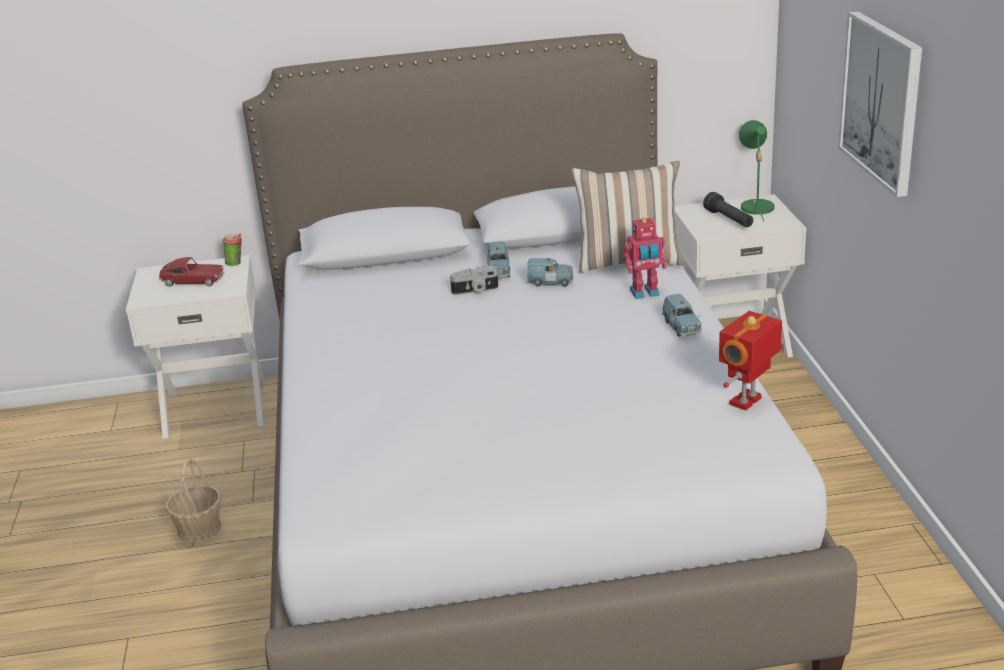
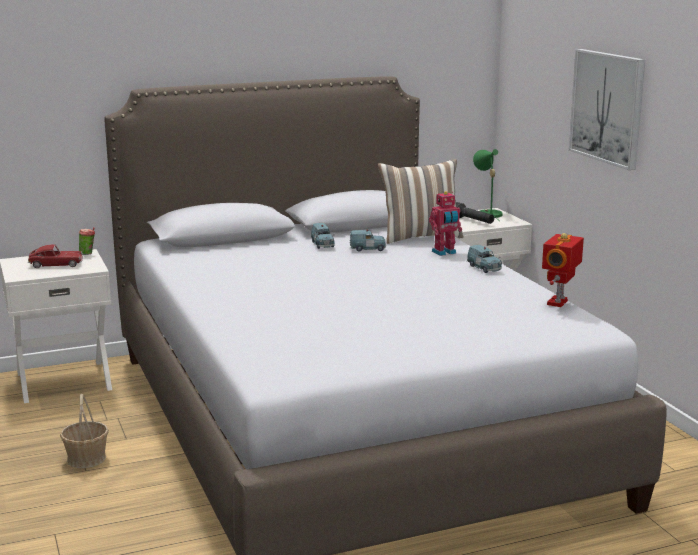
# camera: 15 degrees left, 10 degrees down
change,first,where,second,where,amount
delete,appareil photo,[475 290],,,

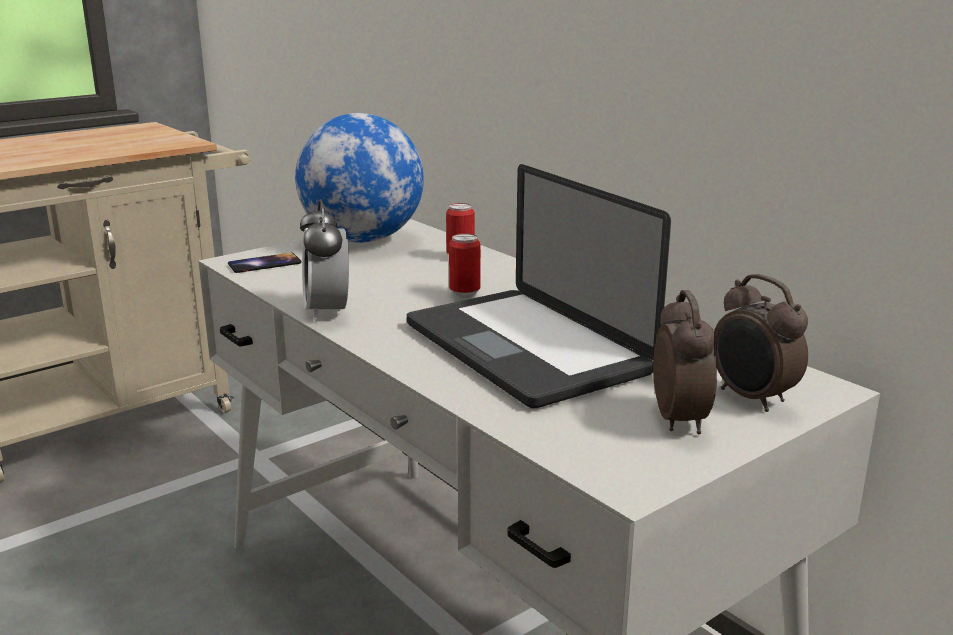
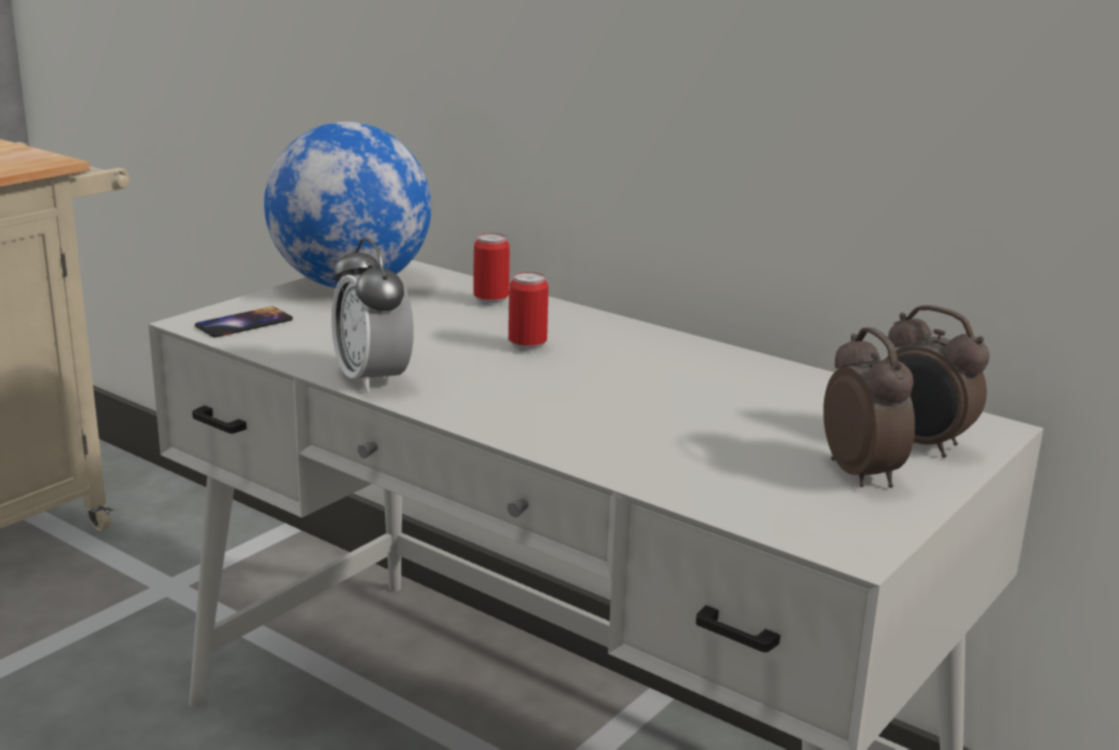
# camera: 15 degrees left, 0 degrees up
change,first,where,second,where,amount
delete,ordinateur portable,[524 348],,,

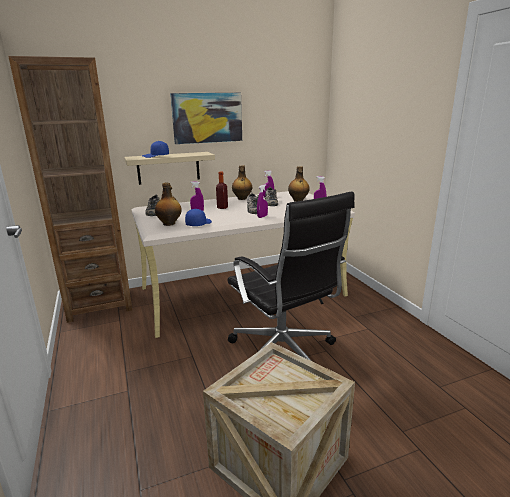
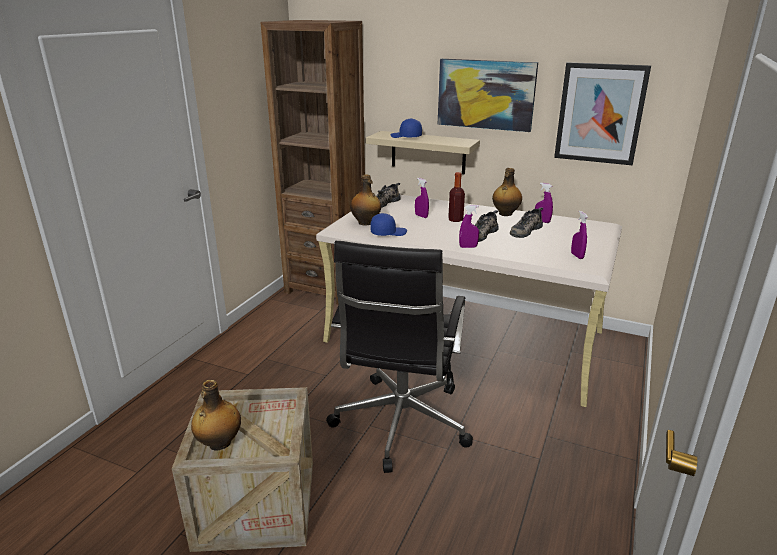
# camera: 45 degrees right, 5 degrees up
change,first,where,second,where,amount
move,bouteille,[298 200],,[219 443],
insert,,,tableau,[600 113],

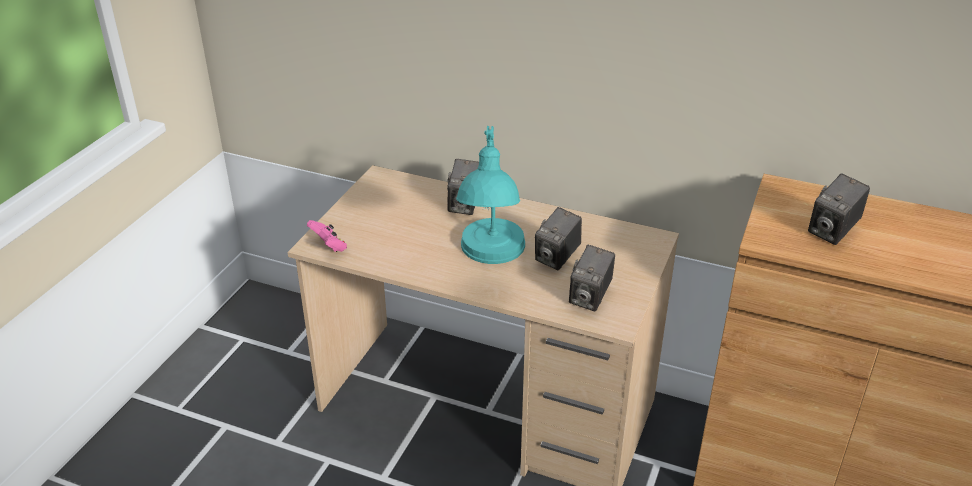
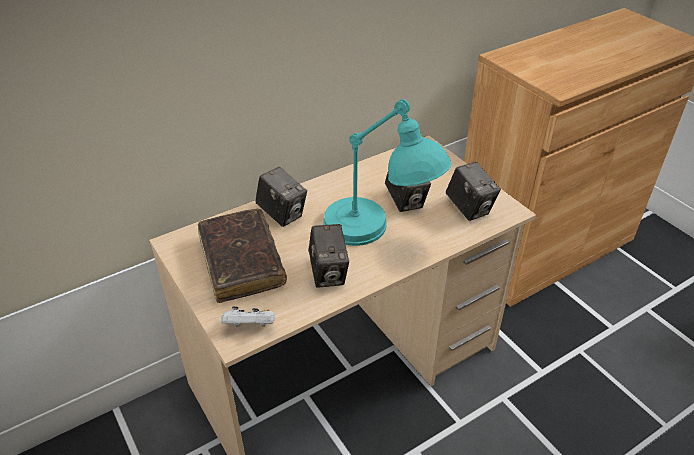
# camera: 55 degrees left, 5 degrees up
change,first,where,second,where,amount
insert,,,livre [marron],[241 262],
recolor,manette [rose],[329 246],manette [blanc],[251 327],
move,appareil photo,[832 232],,[328 273],

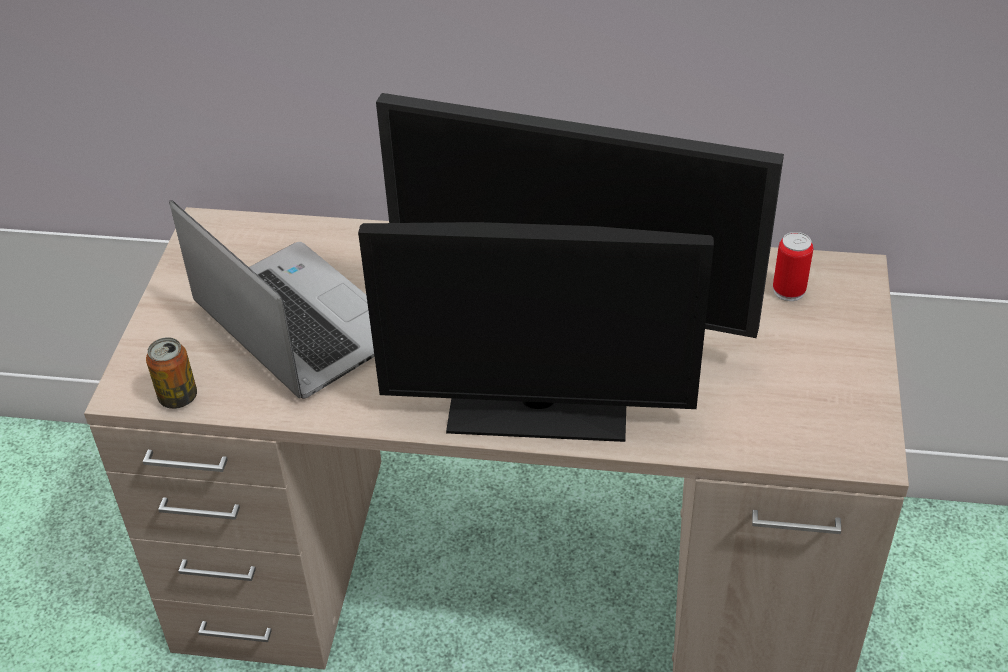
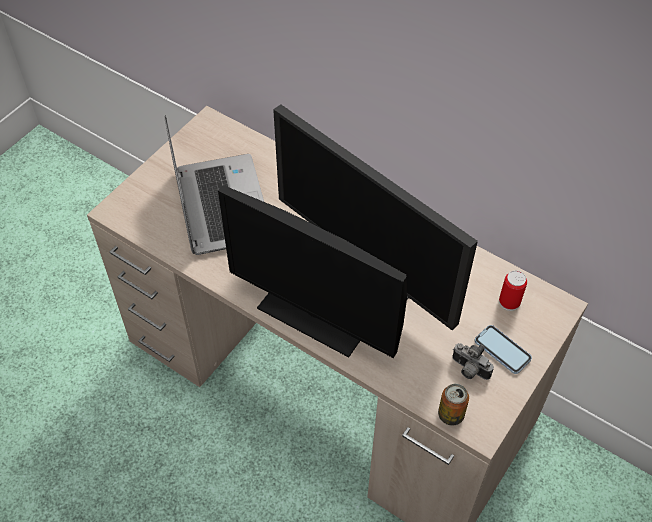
# camera: 25 degrees right, 10 degrees up
change,first,where,second,where,amount
move,boîte métallique,[178 397],,[450 415],
insert,,,appareil photo,[468 370],
insert,,,téléphone,[502 350],

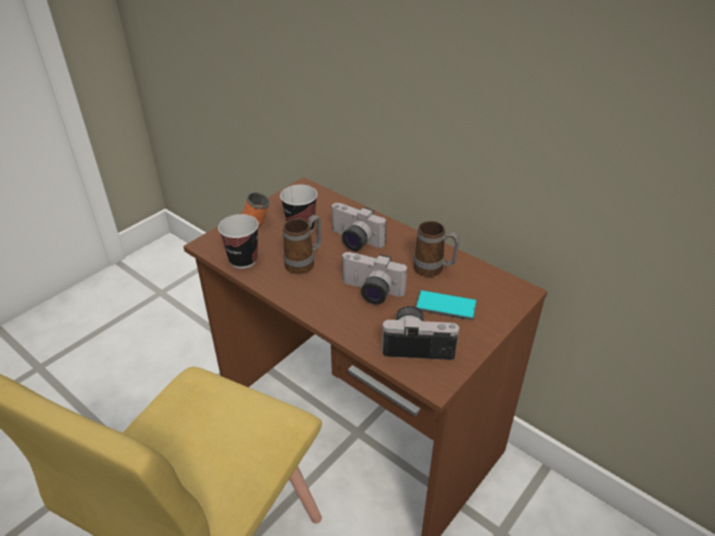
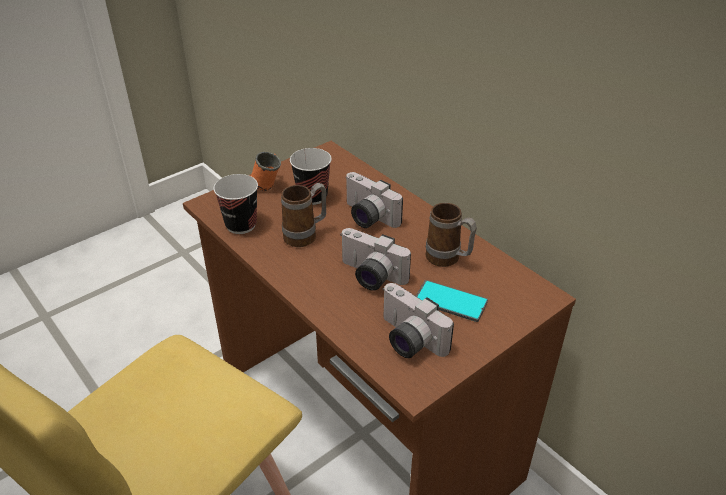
# camera: 10 degrees right, 0 degrees up
change,first,where,second,where,amount
rotate,appareil photo,[418 343],,[407 340],150 degrees counterclockwise

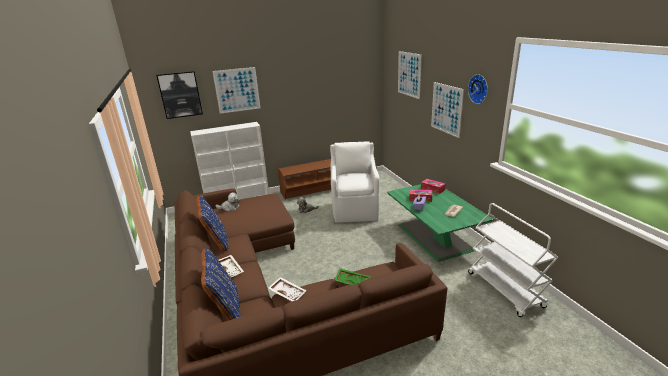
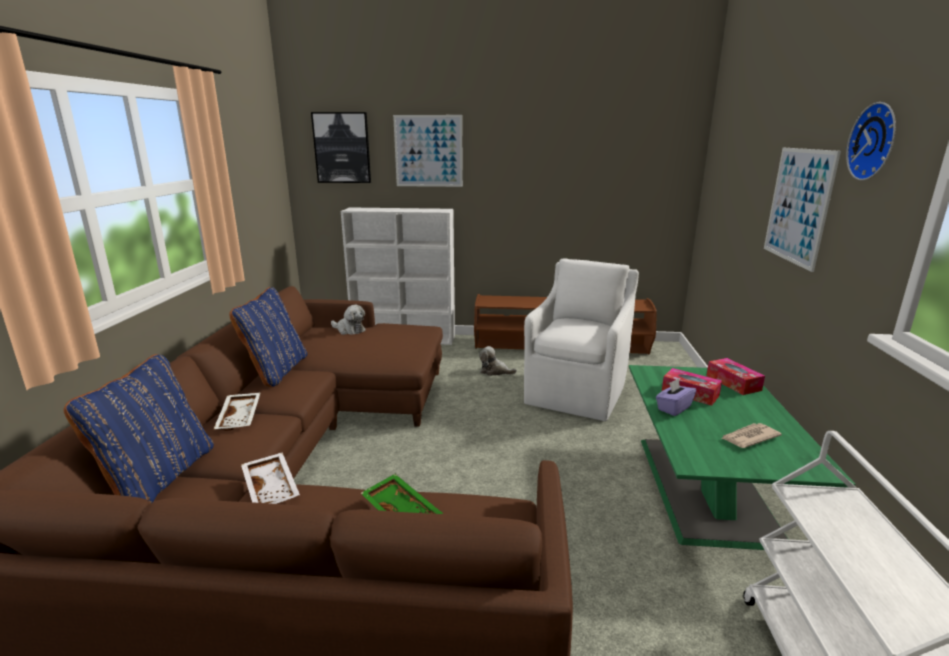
# camera: 25 degrees right, 5 degrees down
change,first,where,second,where,amount
delete,tableau,[409 74],,,

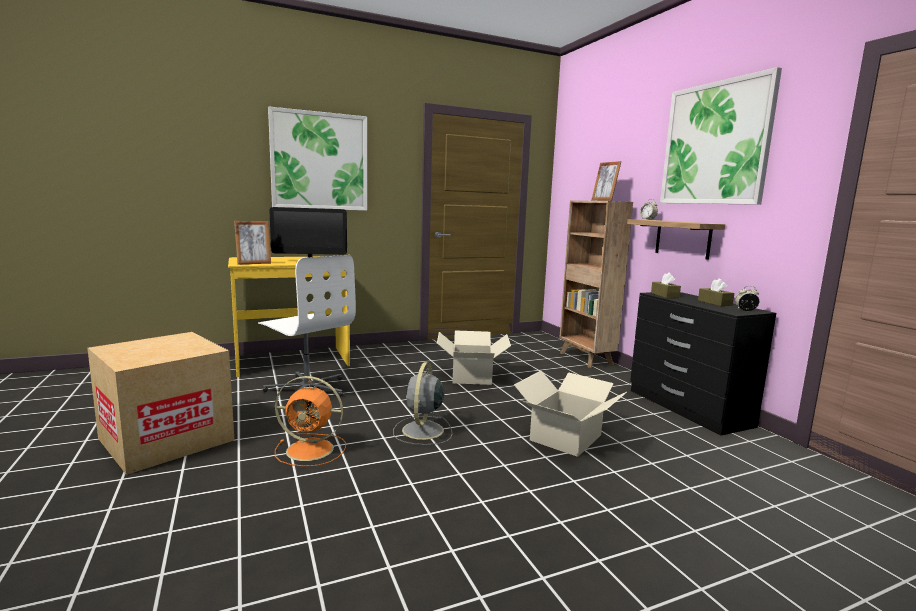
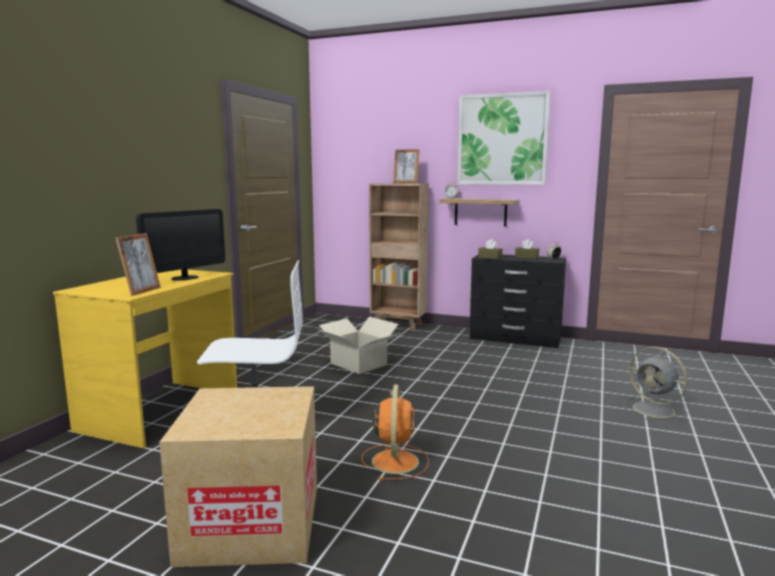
# camera: 45 degrees left, 0 degrees up
change,first,where,second,where,amount
rotate,ventilateur [orange],[312 450],,[395 460],45 degrees counterclockwise
move,ventilateur [gris],[422 431],,[655 410],
delete,tableau,[319 161],,,
delete,carton,[566 437],,,

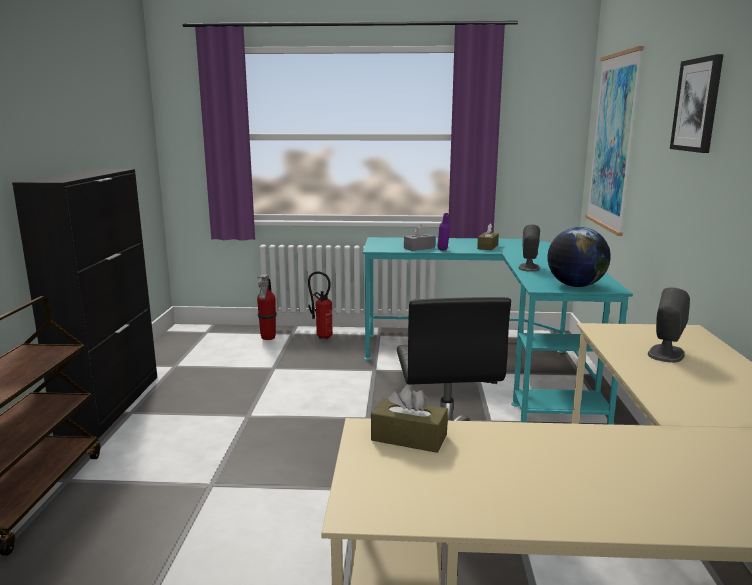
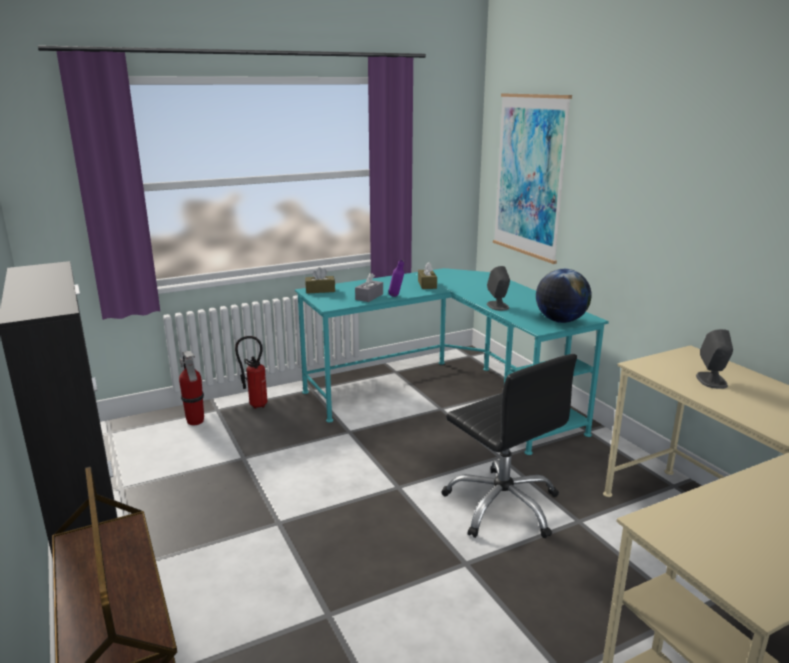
# camera: 30 degrees left, 5 degrees up
change,first,where,second,where,amount
move,boîte à mouchoirs [marron],[409 438],,[320 290],
delete,tableau,[697 105],,,

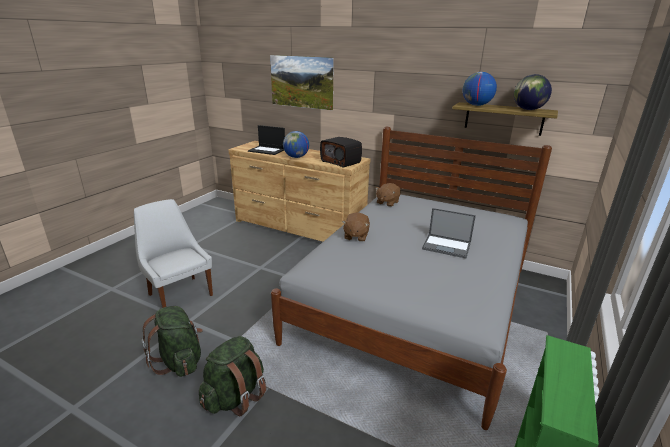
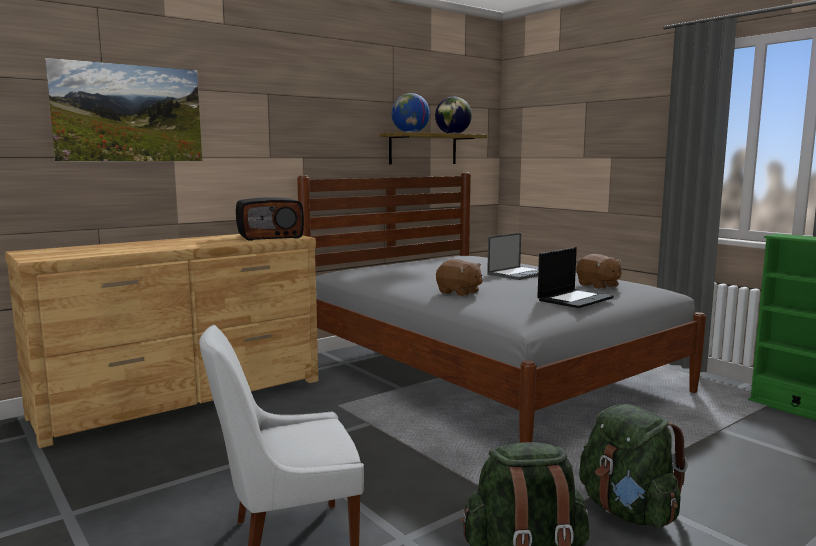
# camera: 65 degrees left, 15 degrees down
change,first,where,second,where,amount
move,ordinateur portable,[267 150],,[575 299],
move,peluche [marron],[387 202],,[598 286],
delete,globe,[296 157],,,

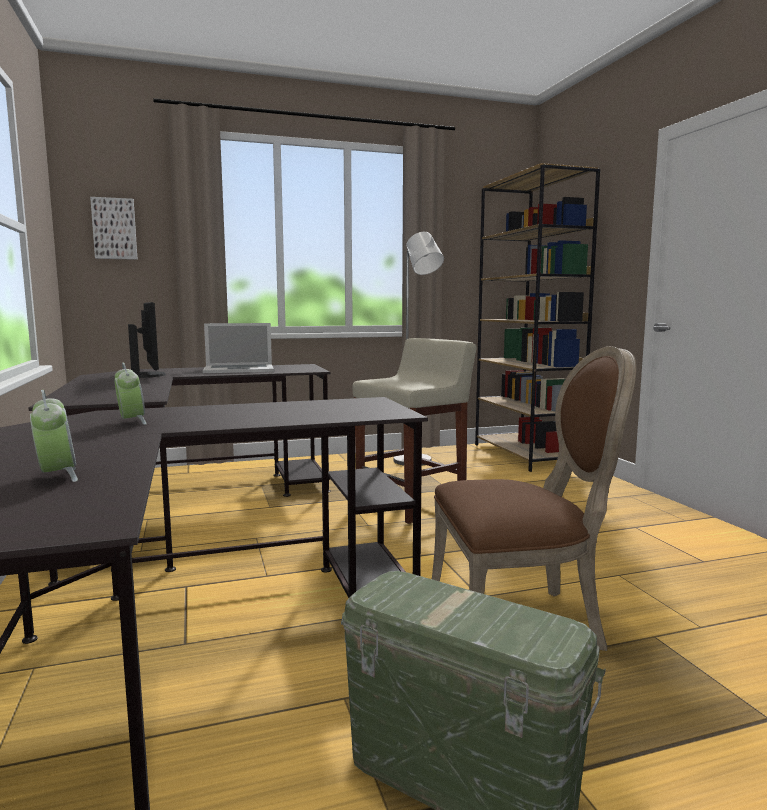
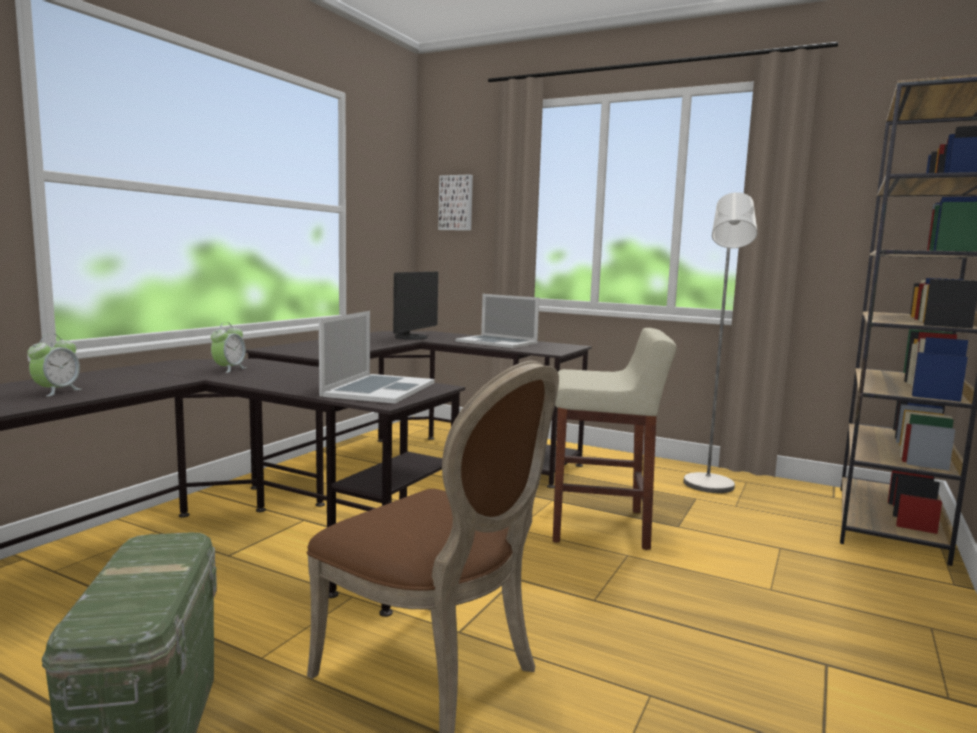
# camera: 45 degrees right, 0 degrees up
change,first,where,second,where,amount
insert,,,ordinateur portable,[379 389],

